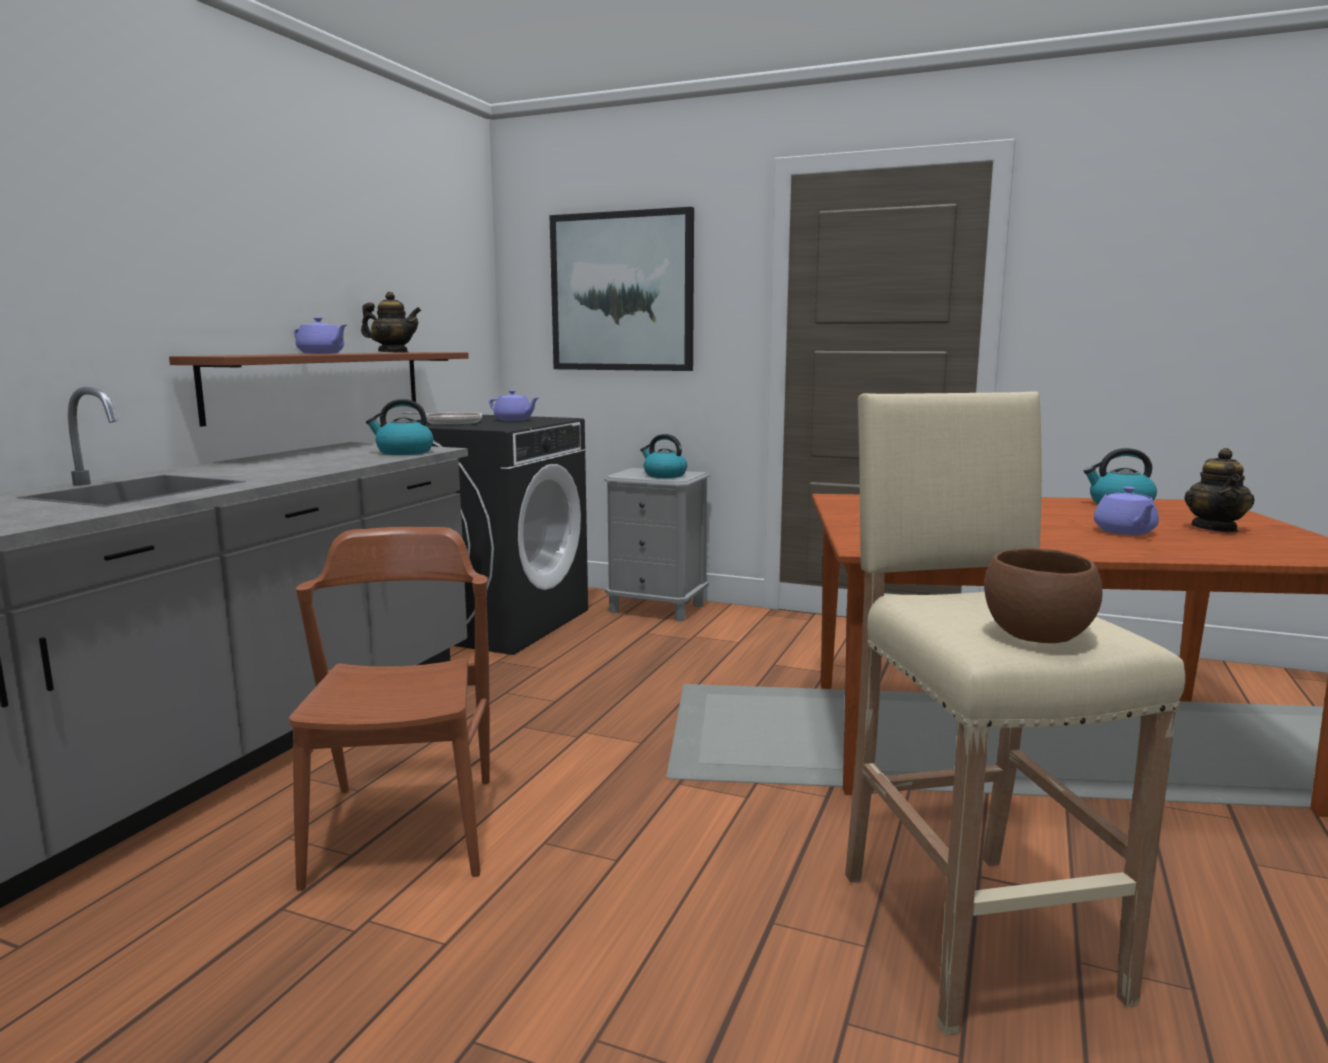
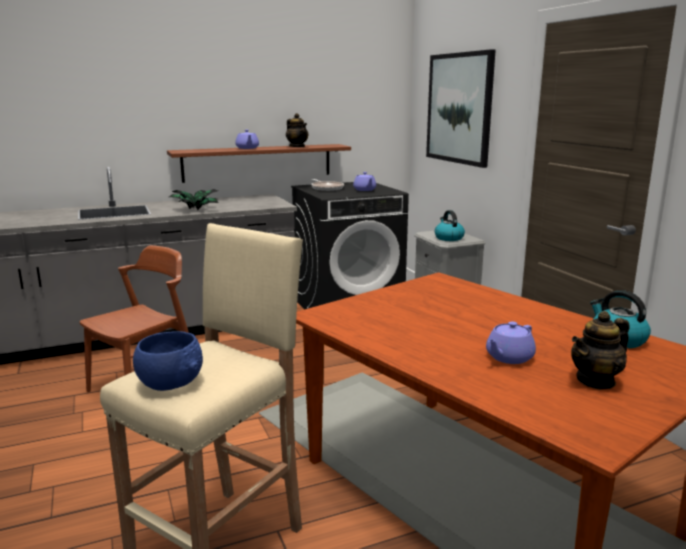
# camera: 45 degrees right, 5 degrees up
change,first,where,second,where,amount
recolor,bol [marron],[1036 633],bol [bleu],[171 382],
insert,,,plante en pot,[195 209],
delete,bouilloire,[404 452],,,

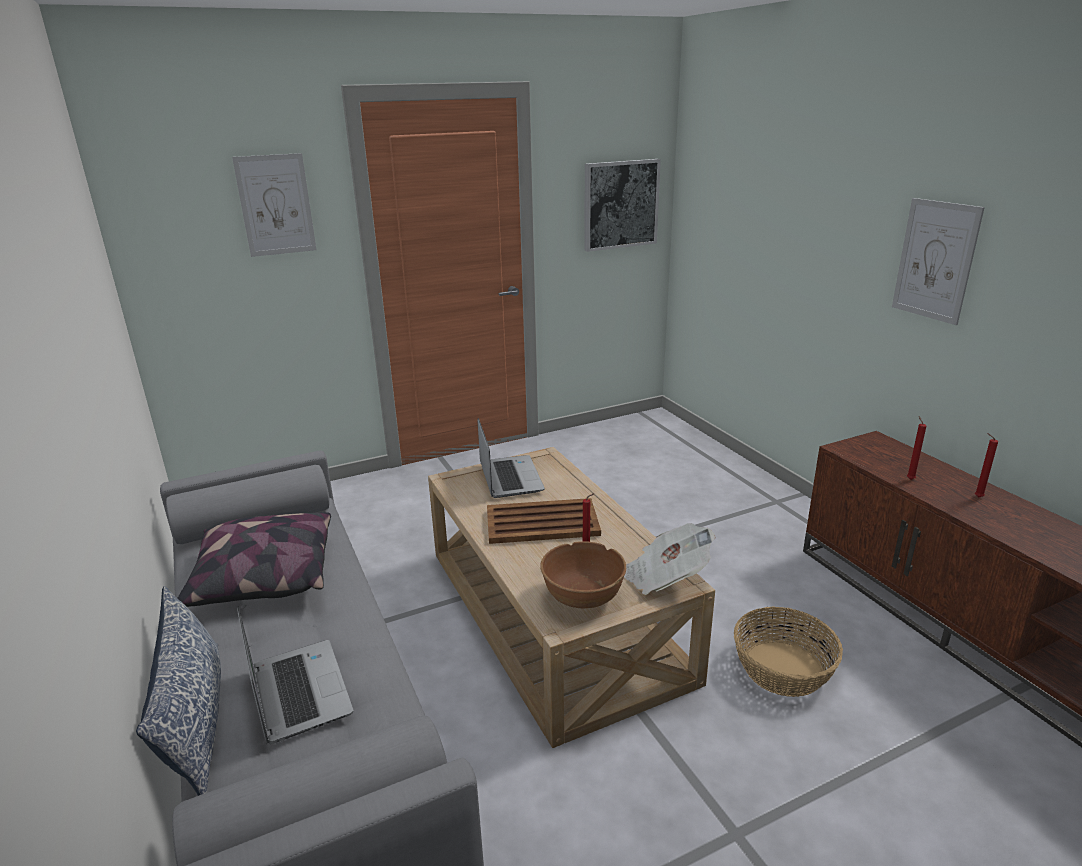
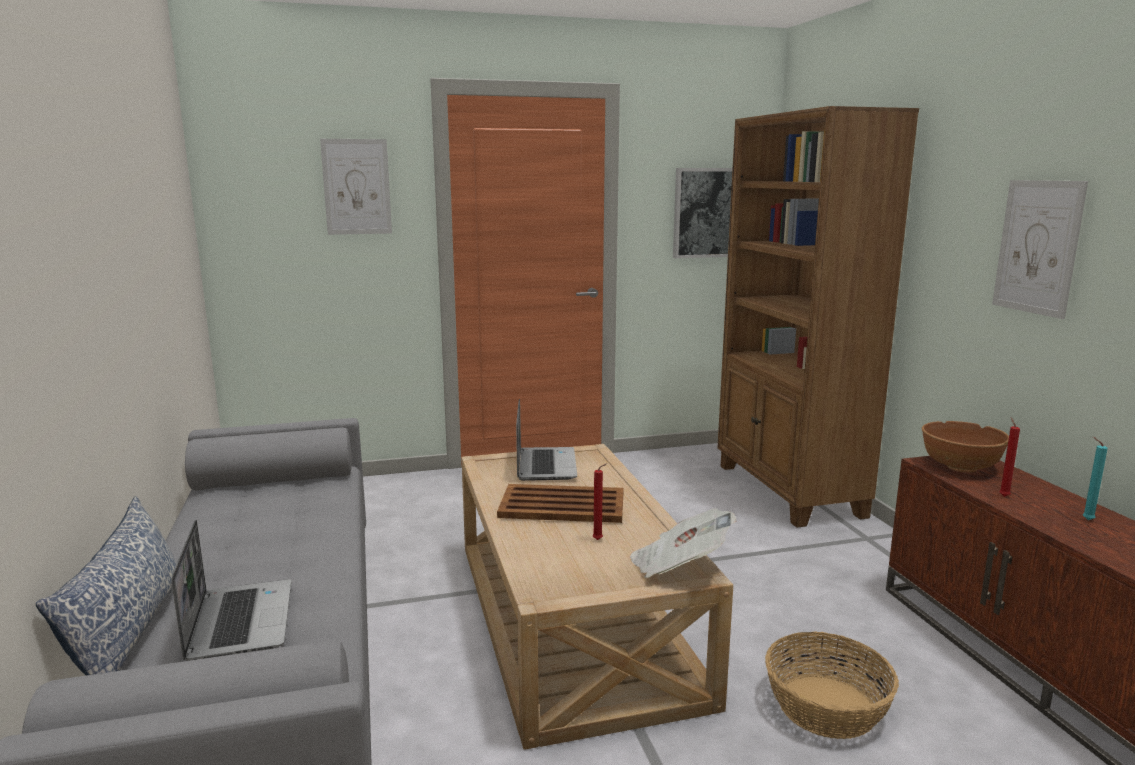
# camera: 10 degrees right, 10 degrees down
change,first,where,second,where,amount
insert,,,bibliothèque [marron],[788 491],
move,bol [marron],[582 596],,[960 466],
recolor,bougie [rouge],[977 497],bougie [turquoise],[1085 519],
delete,coussin,[263 578],,,

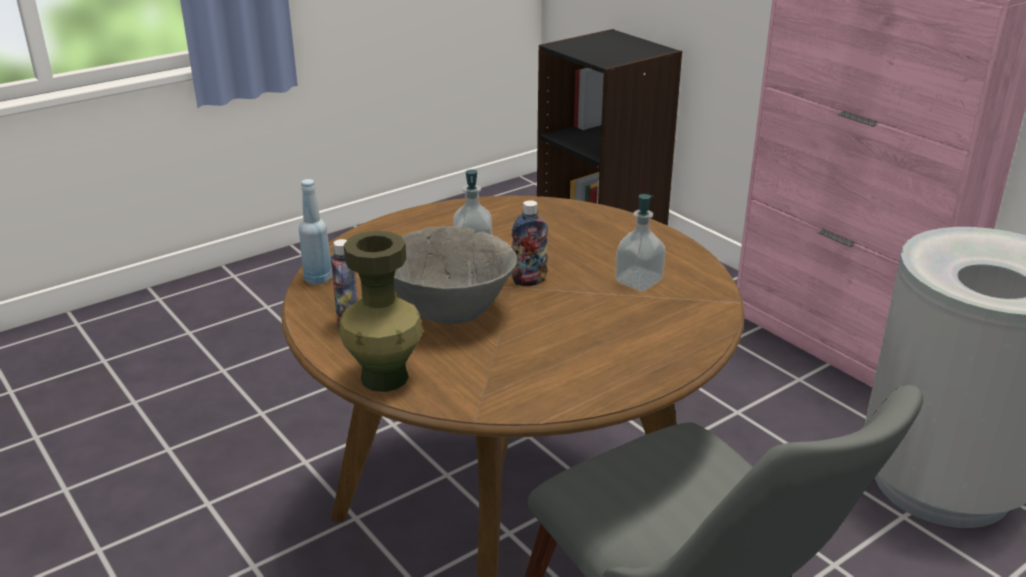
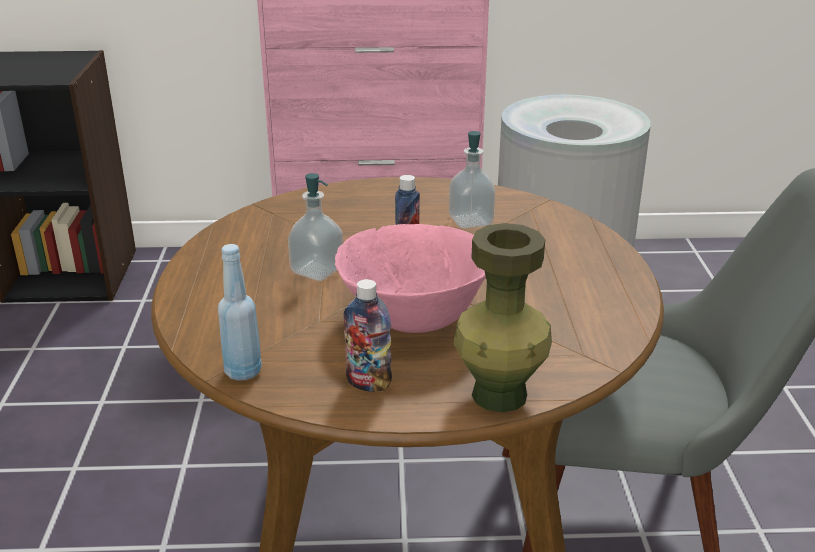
# camera: 55 degrees left, 0 degrees up
change,first,where,second,where,amount
recolor,bol [gris],[449 312],bol [rose],[414 320],

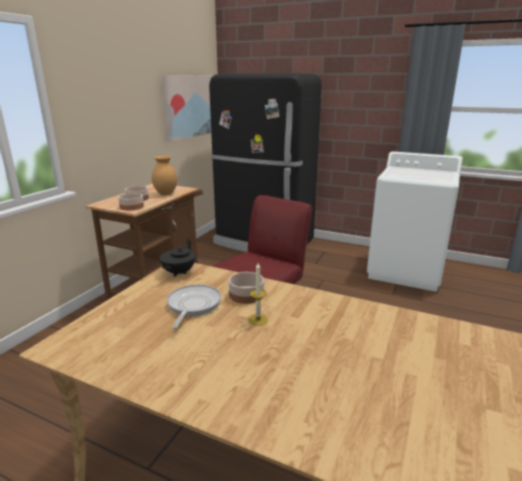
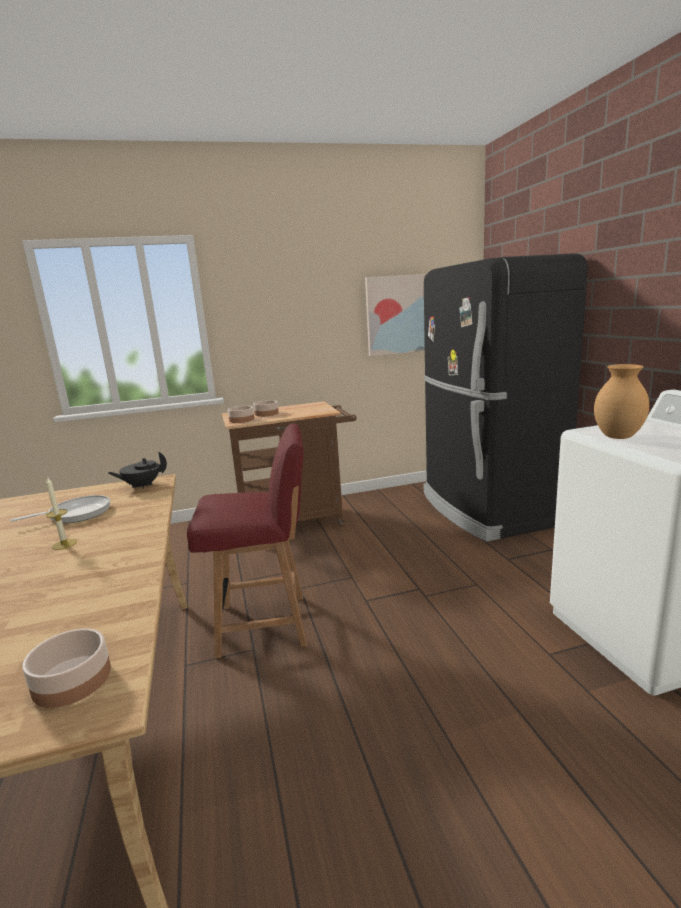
# camera: 50 degrees right, 5 degrees down
change,first,where,second,where,amount
move,bol,[246 294],,[73 679],
move,vase [marron],[165 194],,[617 437],

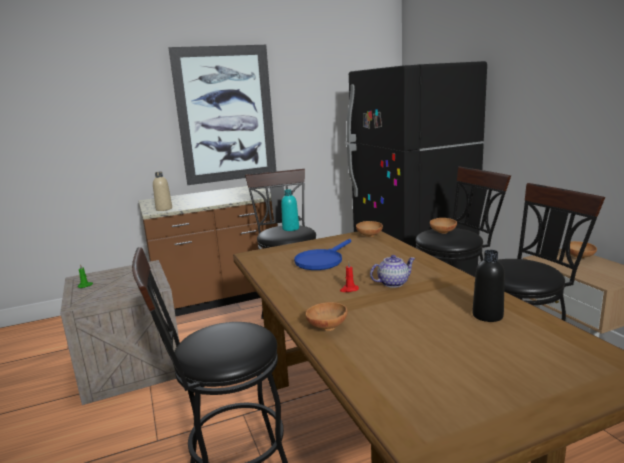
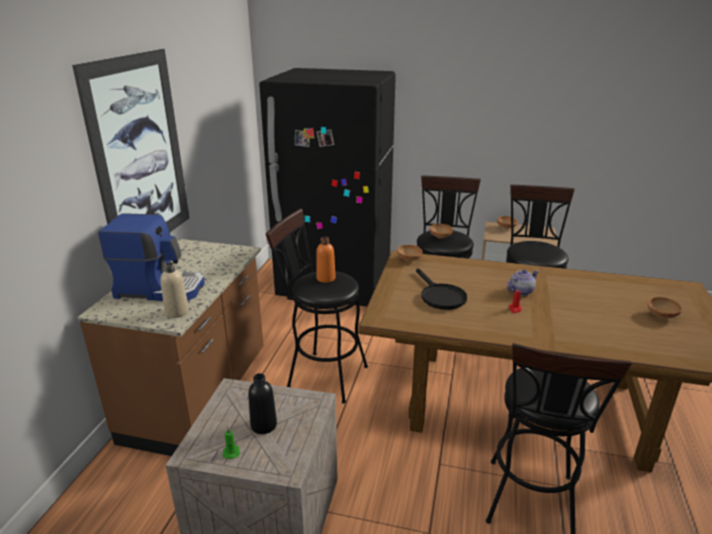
# camera: 55 degrees left, 10 degrees up
change,first,where,second,where,amount
insert,,,machine à café,[160 288],
move,bouteille [noir],[487 315],,[263 425],
recolor,bouteille [turquoise],[290 228],bouteille [orange],[326 278],
recolor,poêle [bleu],[322 260],poêle [noir],[440 296],
rotate,théière,[393 283],,[521 291],45 degrees clockwise
move,bol [marron],[326 326],,[661 316],

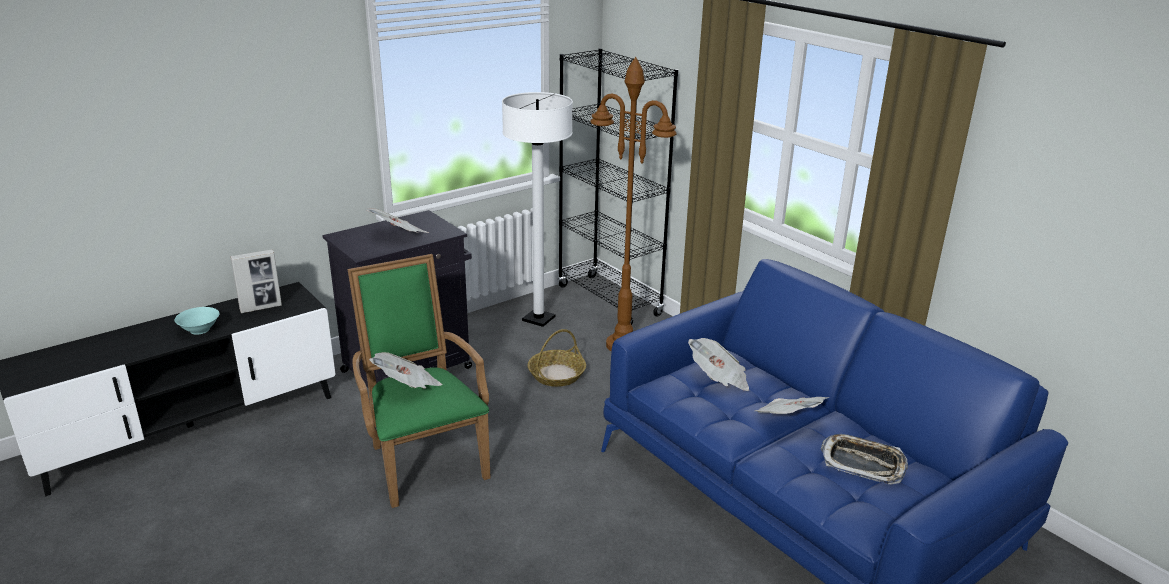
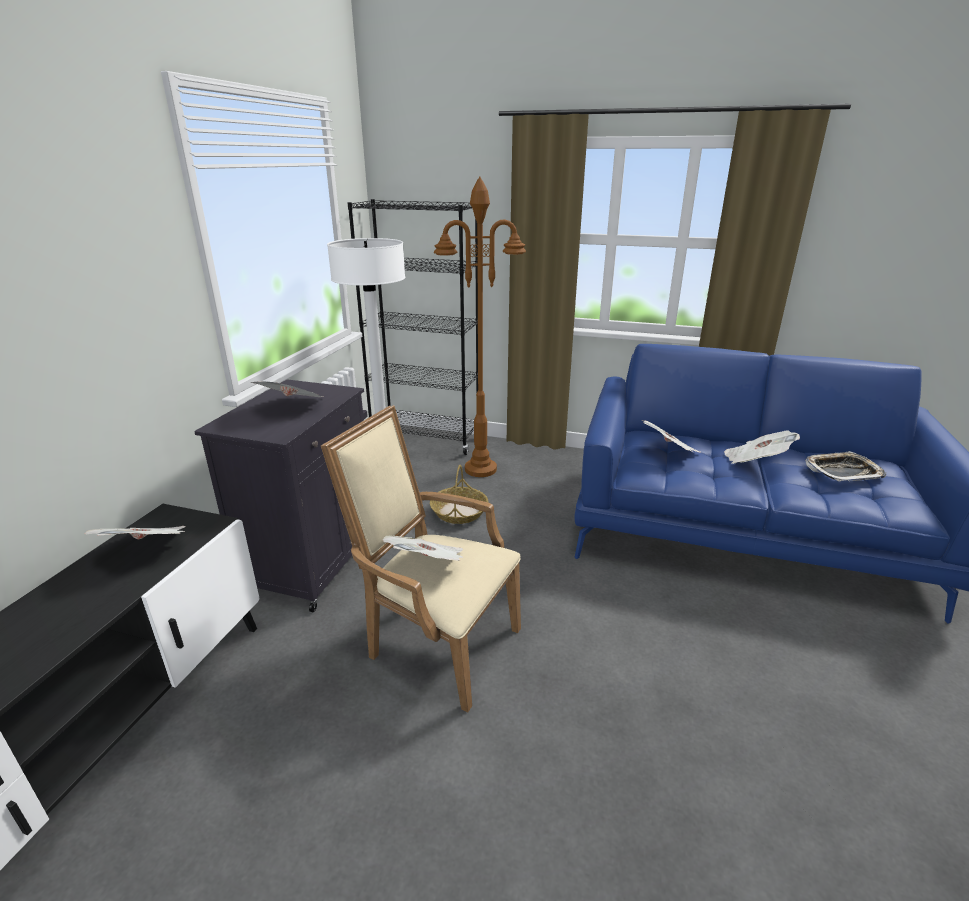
# camera: 35 degrees left, 0 degrees up
change,first,where,second,where,amount
replace,cadre photo,[261 308],journal,[148 549],
recolor,fauteuil [vert],[423 458],fauteuil [beige],[435 642],
delete,bol [turquoise],[200 330],,,

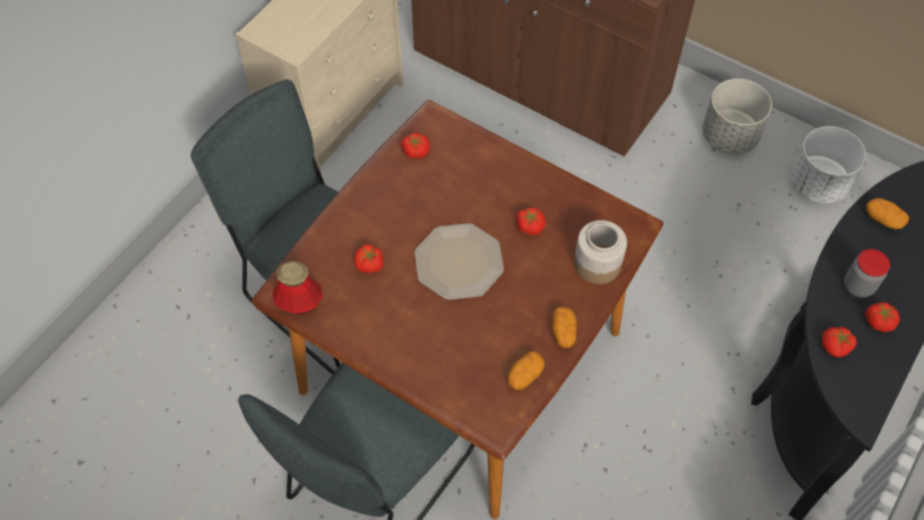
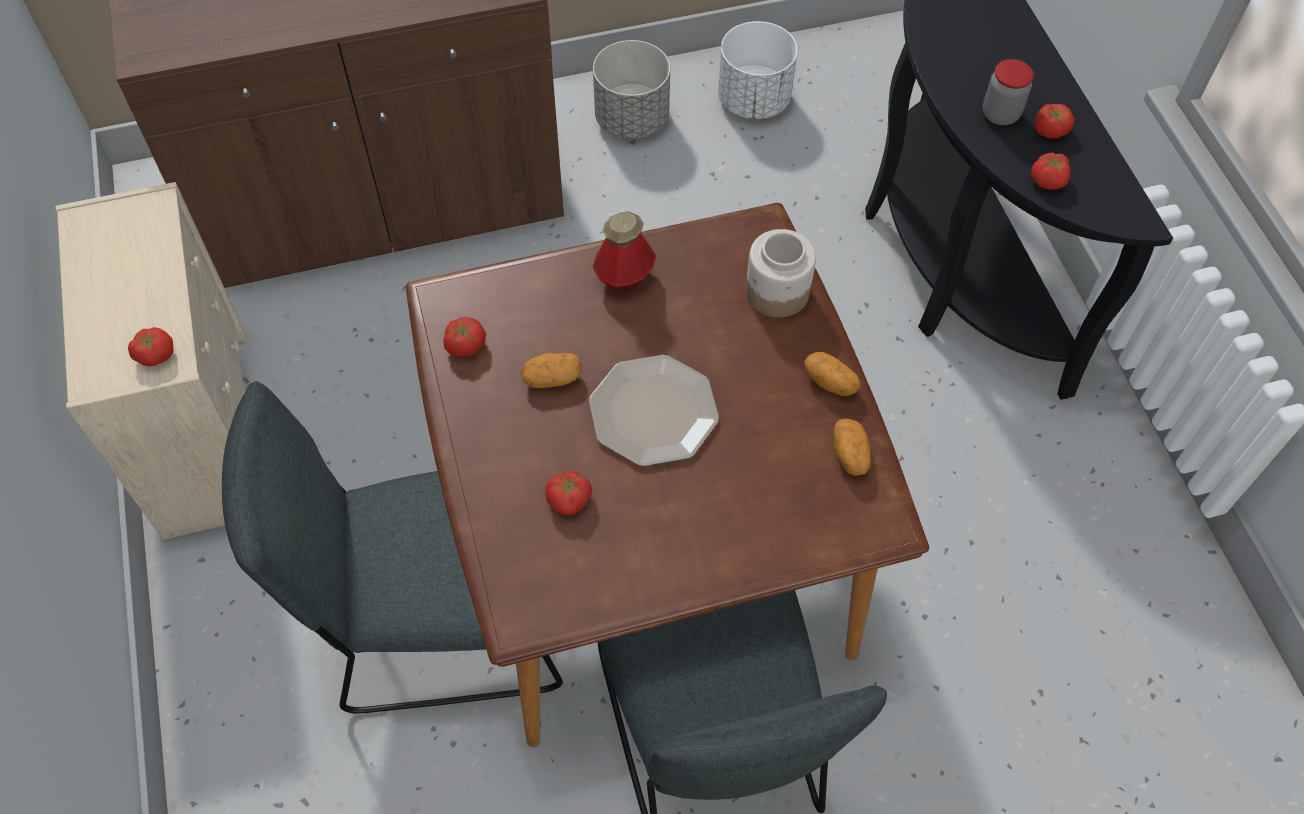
# camera: 50 degrees left, 0 degrees up
change,first,where,second,where,amount
move,tomate,[530 226],,[155 354],
move,pomme de terre,[883 219],,[552 378],
move,bouteille,[299 303],,[624 276],

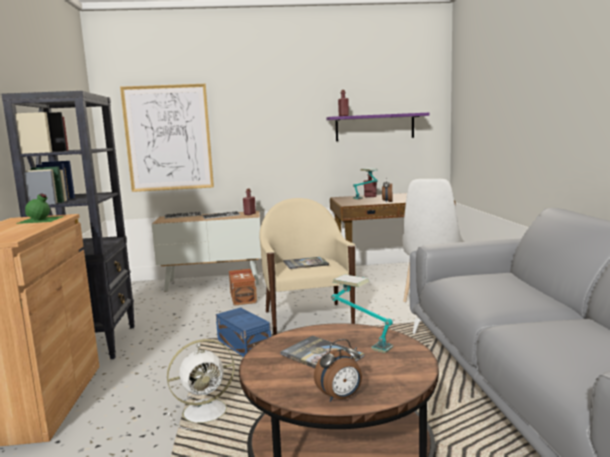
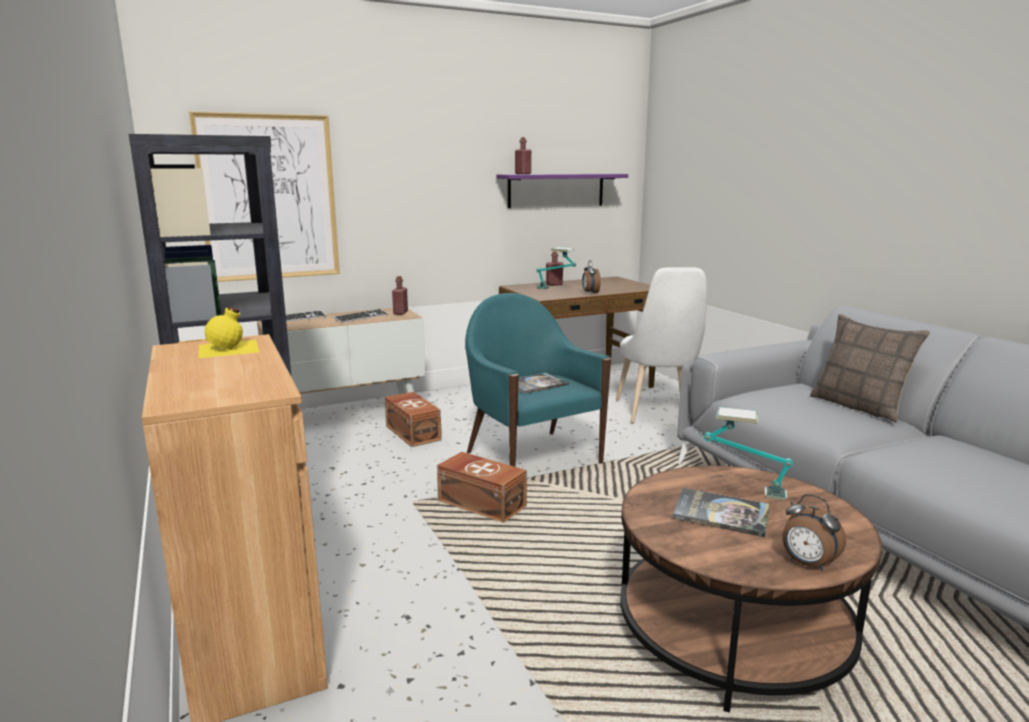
# camera: 20 degrees left, 5 degrees up
change,first,where,second,where,amount
recolor,bouteille [vert],[41 219],bouteille [jaune],[229 348],
recolor,boîte de rangement [bleu],[244 345],boîte de rangement [marron],[481 503],
recolor,fauteuil [beige],[307 318],fauteuil [turquoise],[532 457],
rotate,réveil,[340 397],,[807 564],90 degrees clockwise
insert,,,coussin,[859 406],
delete,ventilateur [blanc],[207 411],,,

